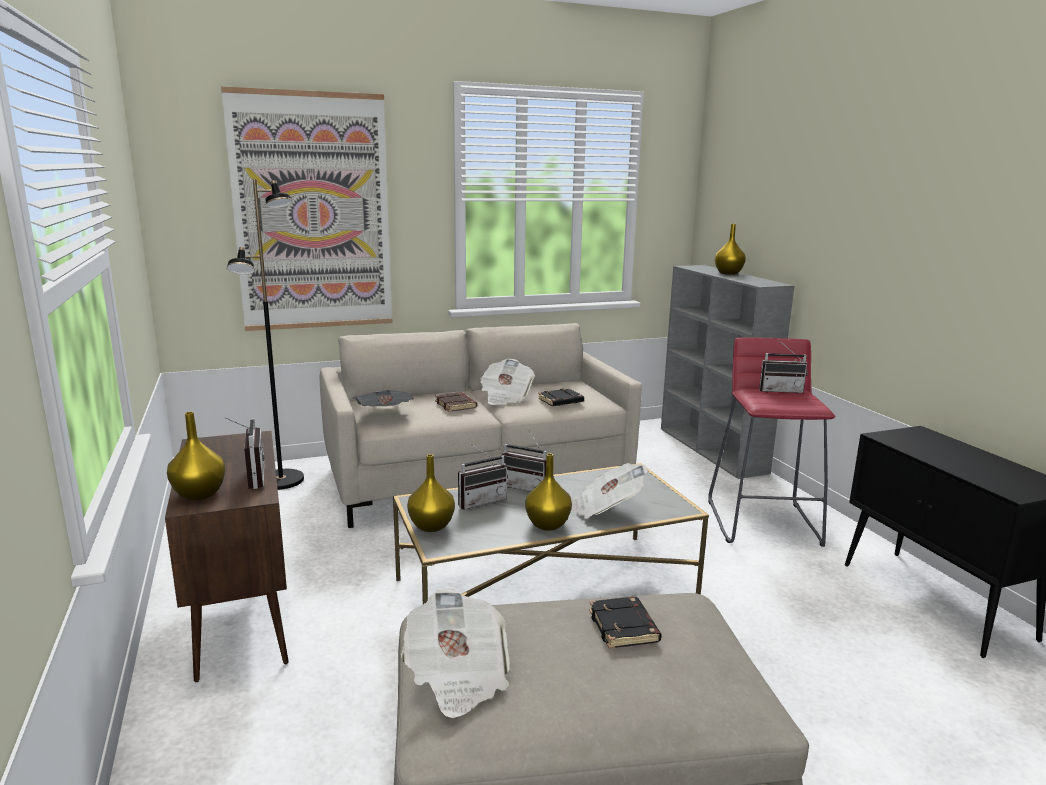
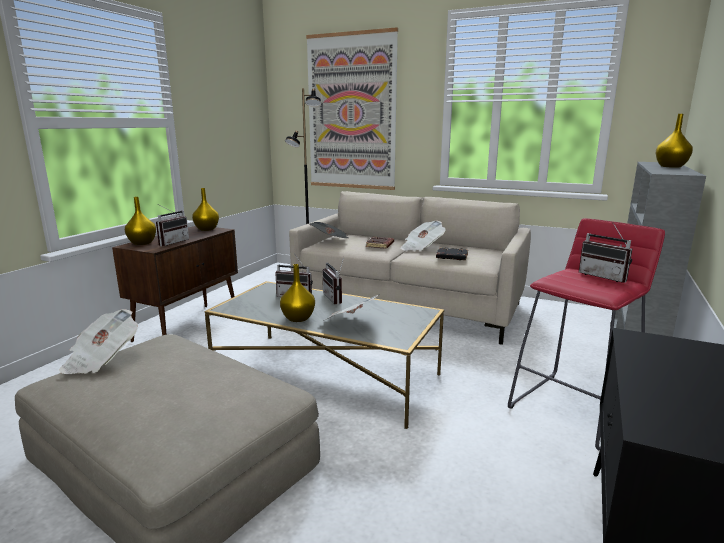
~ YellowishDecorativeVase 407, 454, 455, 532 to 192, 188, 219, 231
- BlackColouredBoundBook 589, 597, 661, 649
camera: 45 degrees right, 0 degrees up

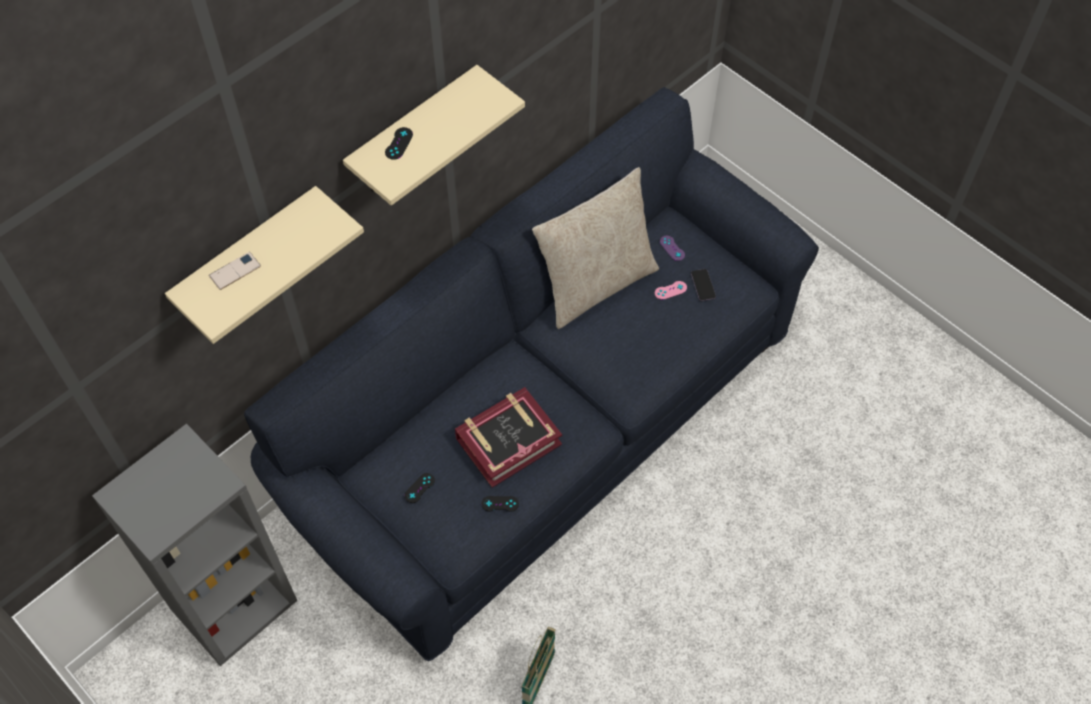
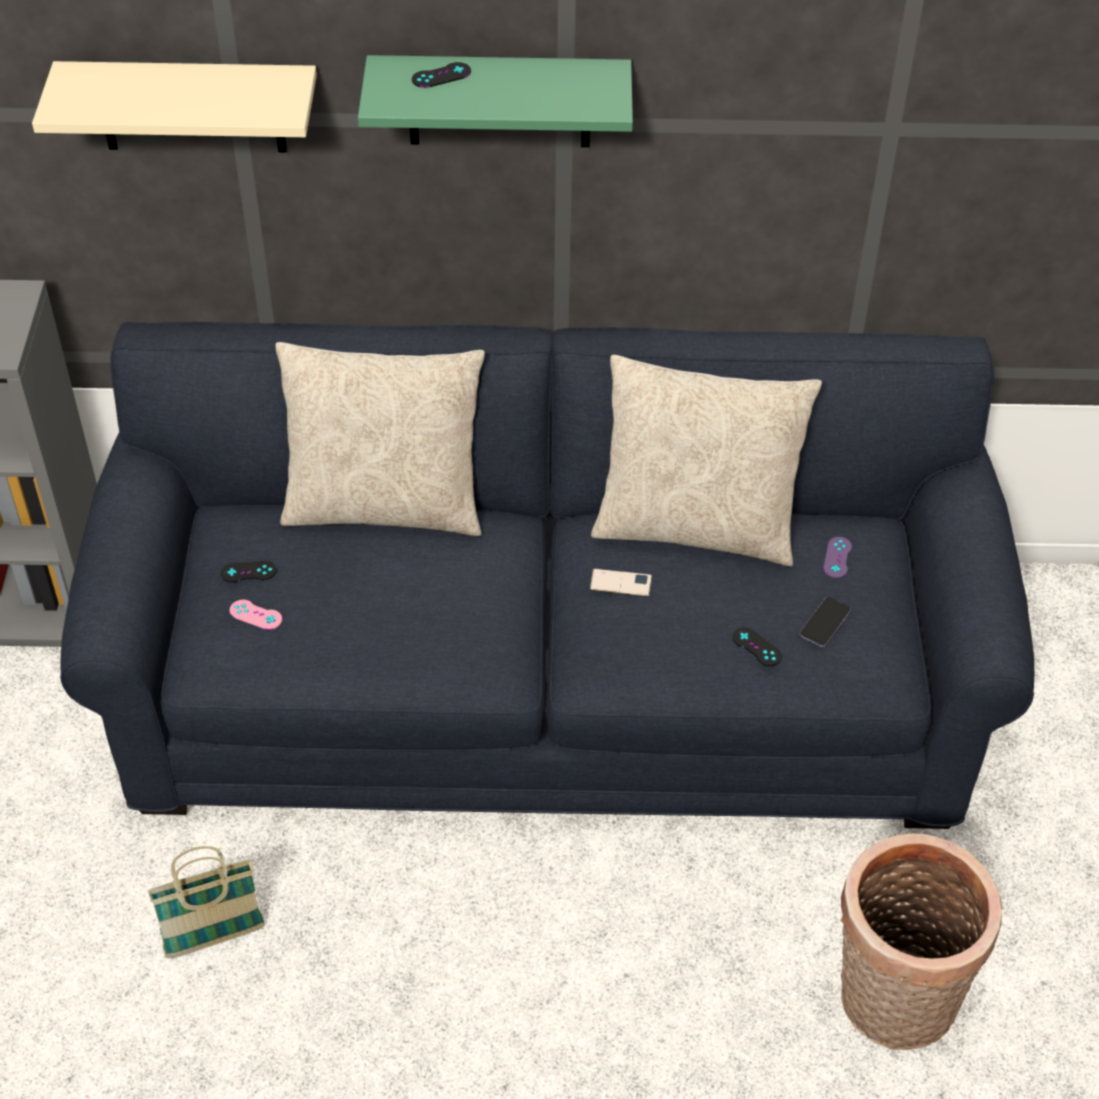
~ Phone 209, 252, 261, 290 to 590, 568, 652, 596
~ SandColouredShelf 343, 65, 525, 206 to GreenishShelf 358, 55, 633, 147
- BoundBook 455, 387, 562, 488
~ BlackColouredGamepad 481, 496, 519, 512 to 732, 627, 782, 666
~ PinkishGamepad 655, 281, 687, 300 to 230, 600, 282, 630
+ SandColouredThrowPillow 275, 342, 485, 536
+ Basket 841, 833, 1002, 1050
camera: 45 degrees right, 10 degrees down

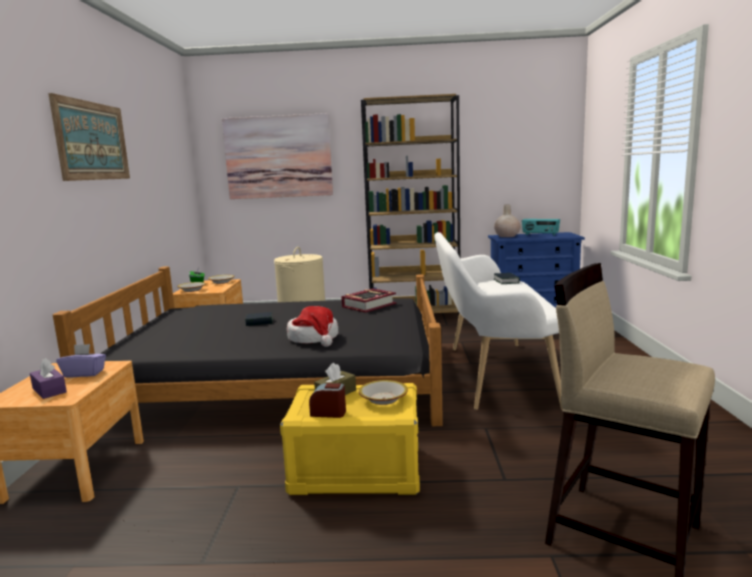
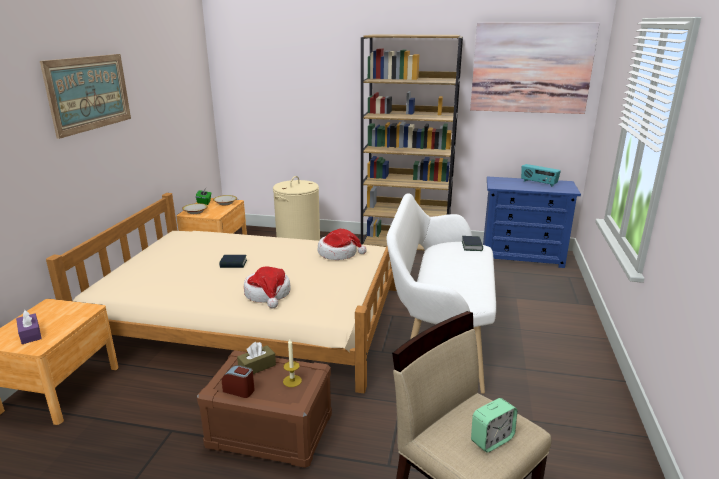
~ BlackColouredBedroomBed 53, 266, 443, 426 to SandColouredBedroomBed 46, 193, 396, 393
- PurplishBoxOfTissues 56, 344, 106, 378
~ WallArt 222, 113, 333, 199 to 470, 22, 600, 114
~ YellowishStorageBox 280, 383, 420, 495 to BrownColouredStorageBox 197, 350, 332, 468
~ BoundBook 341, 288, 396, 313 to WearableHat 317, 229, 366, 260
~ Bowl 359, 380, 408, 405 to WaxLight 283, 339, 302, 387
- SandColouredDecorativeVase 494, 205, 520, 237
+ TableClock 471, 398, 517, 453
camera: 10 degrees right, 10 degrees up

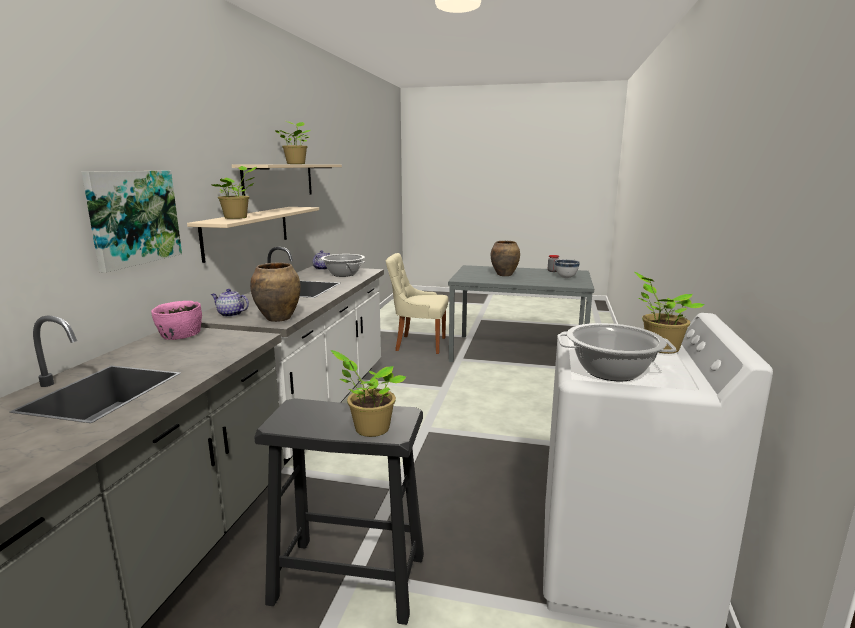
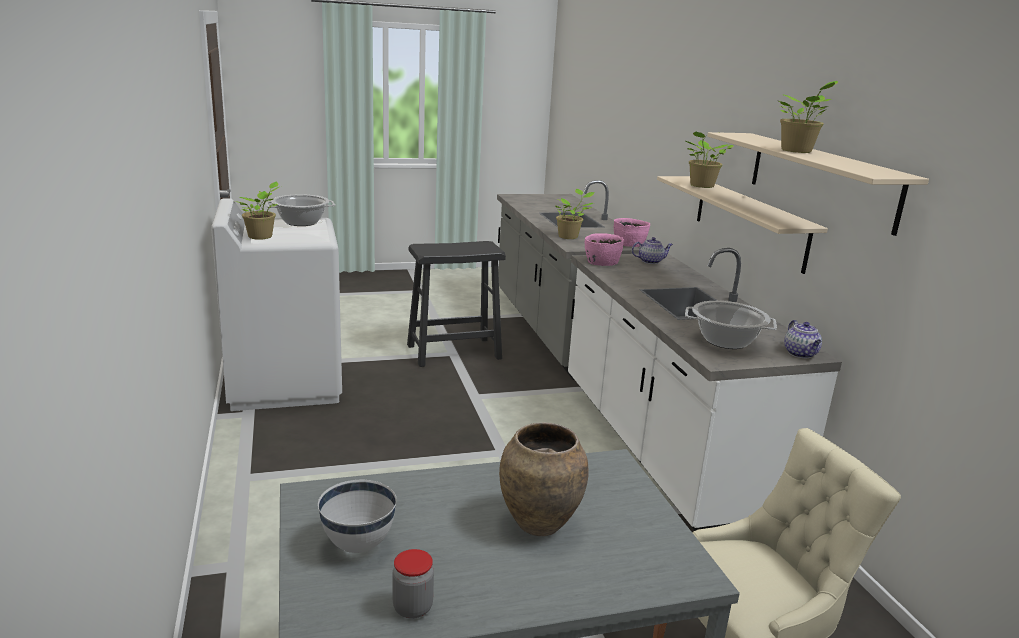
- WallArt 82, 171, 182, 273
~ BrownColouredDecorativeVase 250, 263, 301, 322 to PinkishBowl 585, 233, 624, 266
~ PottedPlant 331, 350, 406, 437 to 554, 189, 594, 239
camera: 150 degrees right, 5 degrees up

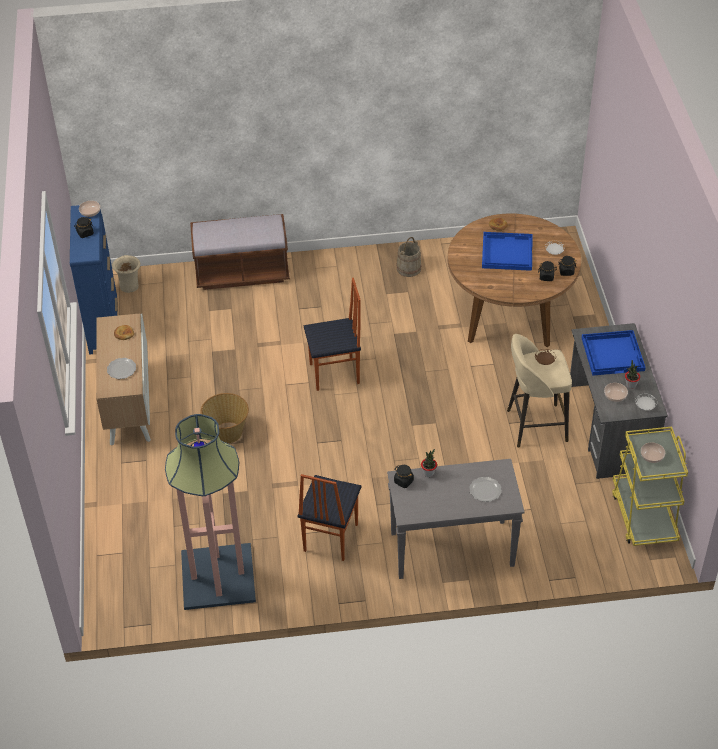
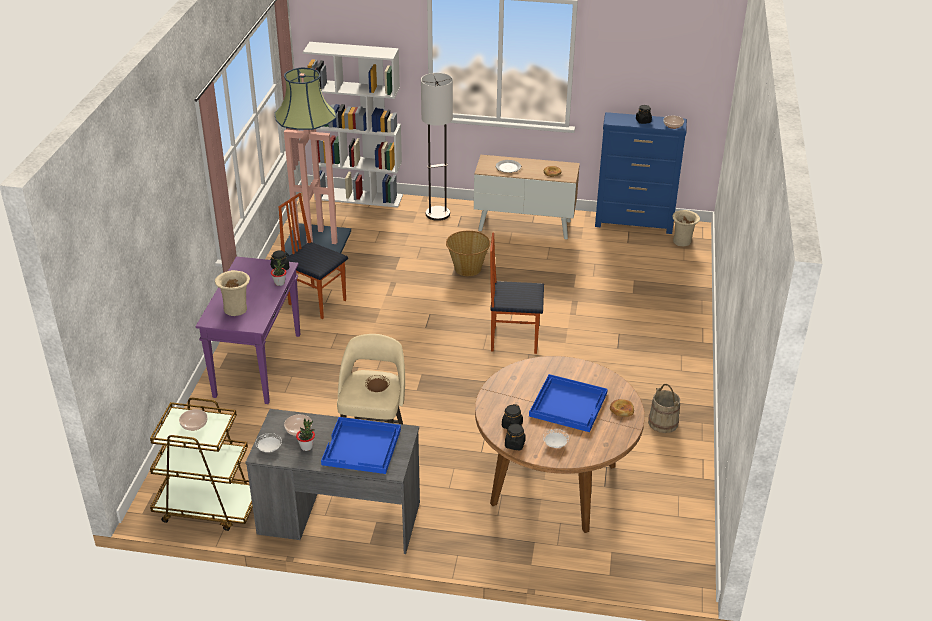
- BrownColouredLongSeat 190, 214, 290, 290
~ Chair 304, 278, 361, 391 = 490, 233, 544, 354 90 degrees clockwise
~ GreyNarrowTable 387, 459, 525, 579 to PurplishNarrowTable 195, 256, 300, 404
~ Plate 469, 477, 502, 502 to SandColouredDecorativeVase 215, 270, 250, 316
~ YellowishTrolley 612, 427, 688, 546 to BrownColouredTrolley 150, 398, 253, 531
+ WhitishBookcase 303, 42, 403, 208
+ StandingLamp 421, 73, 453, 221
camera: 105 degrees right, 10 degrees down

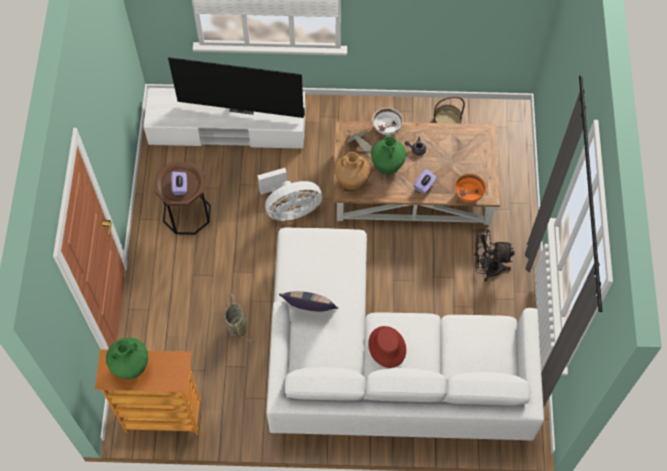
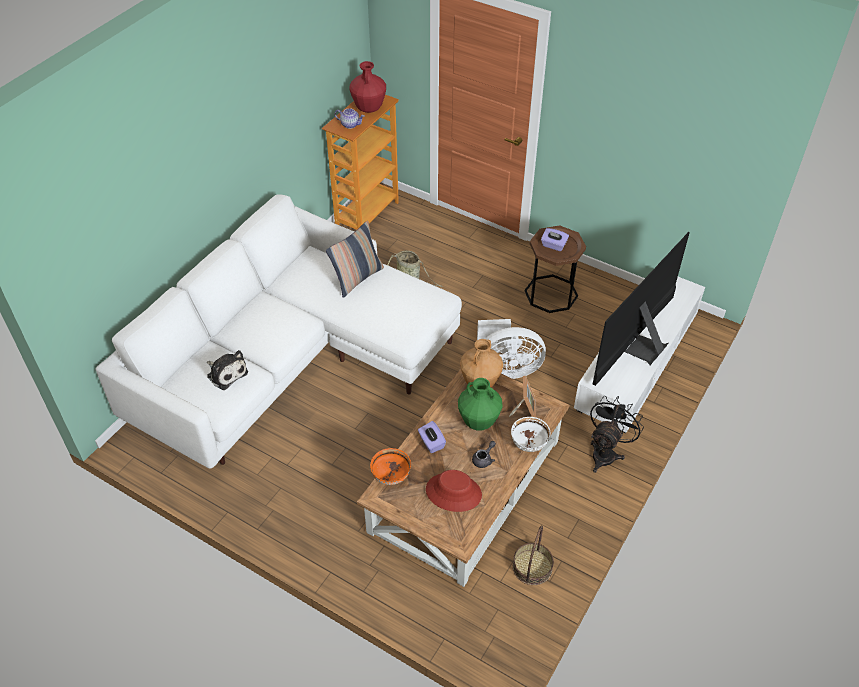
~ GreenishDecorativeVase 106, 337, 148, 379 to ReddishDecorativeVase 349, 61, 386, 113
~ WhitishCoolingFan 257, 168, 322, 221 = 477, 319, 546, 379 105 degrees counterclockwise
~ ReddishWearableHat 368, 326, 406, 368 to 426, 470, 482, 512
~ BlackColouredCoolingFan 474, 229, 514, 282 to 590, 396, 644, 473
+ PlushToy 207, 350, 248, 390
+ PotForTea 335, 108, 364, 129
camera: 120 degrees right, 15 degrees down

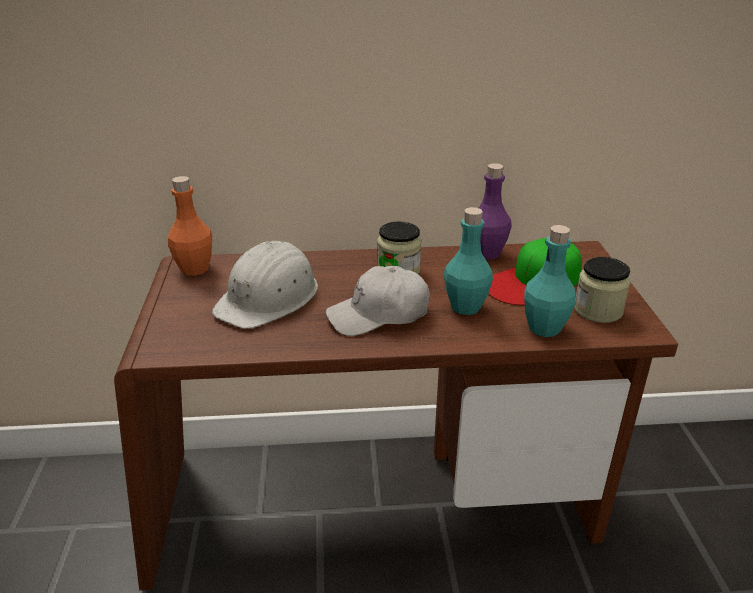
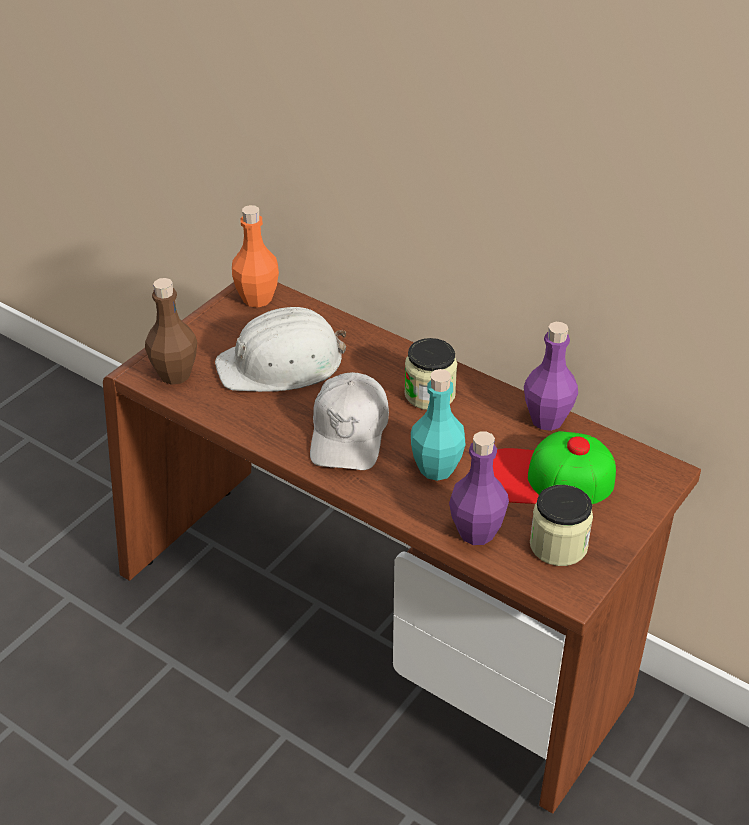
~ WhitishPeakedCap 326, 266, 430, 336 = 310, 372, 389, 470 105 degrees counterclockwise
~ BlueGreenDrinkBottle 524, 225, 575, 337 to PurplishDrinkBottle 449, 431, 509, 545
+ BrownColouredDrinkBottle 145, 278, 197, 385
camera: 40 degrees right, 10 degrees up

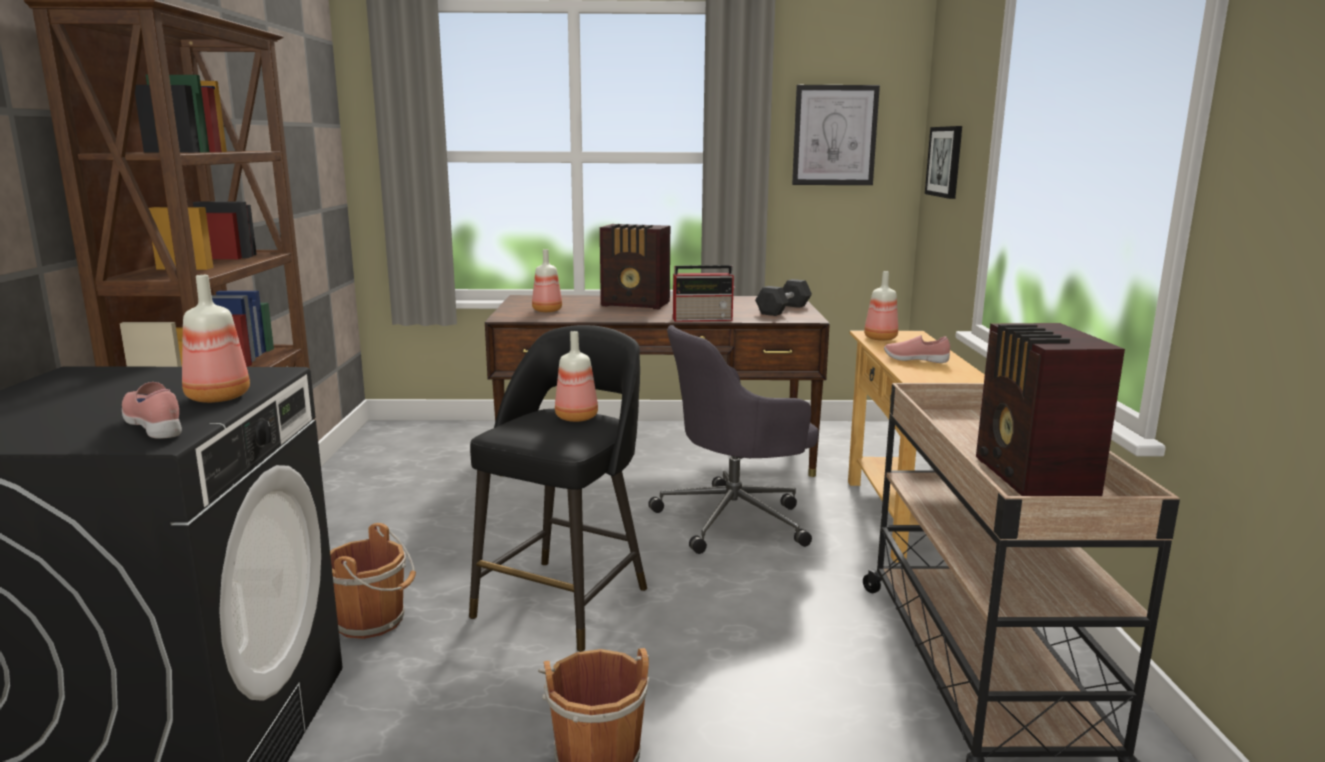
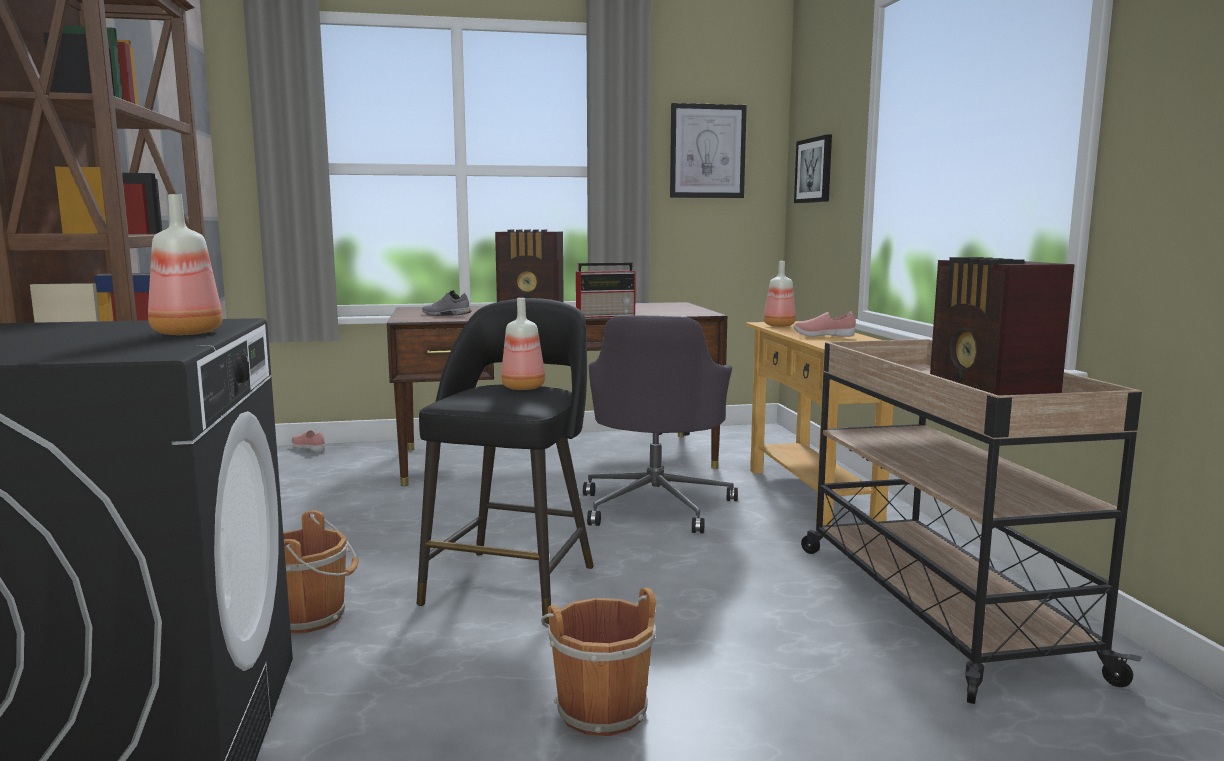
~ PinkishShoe 122, 382, 182, 438 to 292, 430, 325, 452
~ DrinkBottle 532, 249, 562, 312 to GreyShoe 422, 290, 471, 316
~ GreyOfficeChair 648, 325, 819, 554 = 583, 316, 738, 533 45 degrees counterclockwise
- BlackColouredDumbbell 755, 279, 812, 316
camera: 10 degrees left, 5 degrees down

